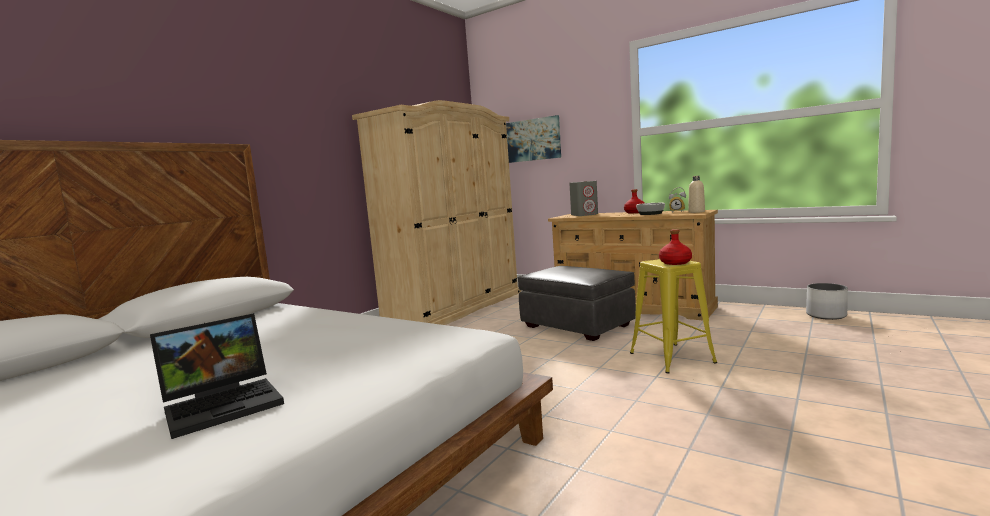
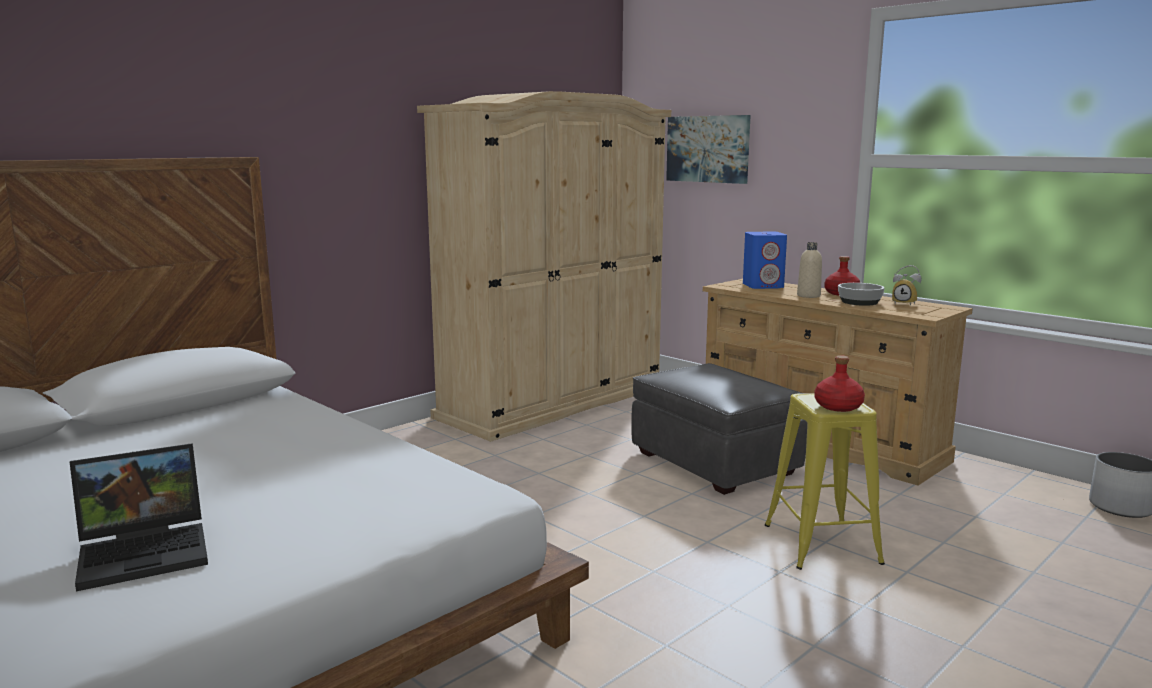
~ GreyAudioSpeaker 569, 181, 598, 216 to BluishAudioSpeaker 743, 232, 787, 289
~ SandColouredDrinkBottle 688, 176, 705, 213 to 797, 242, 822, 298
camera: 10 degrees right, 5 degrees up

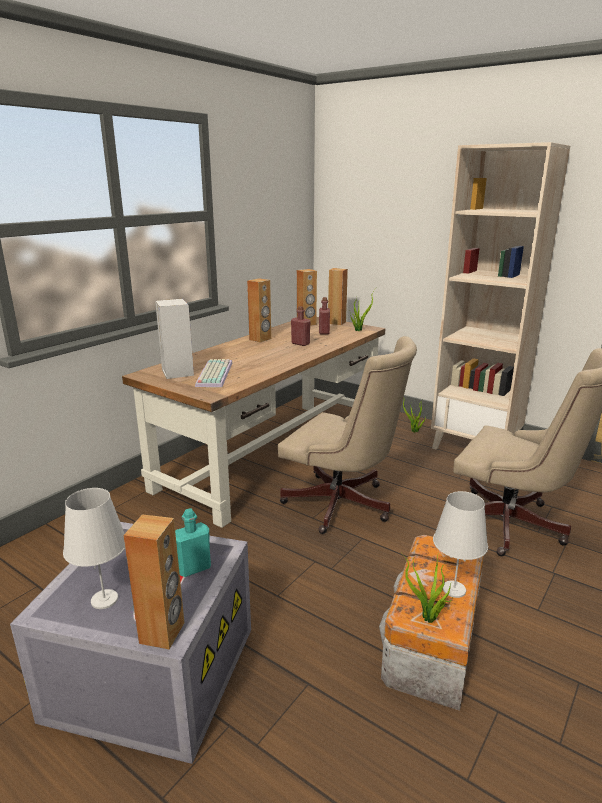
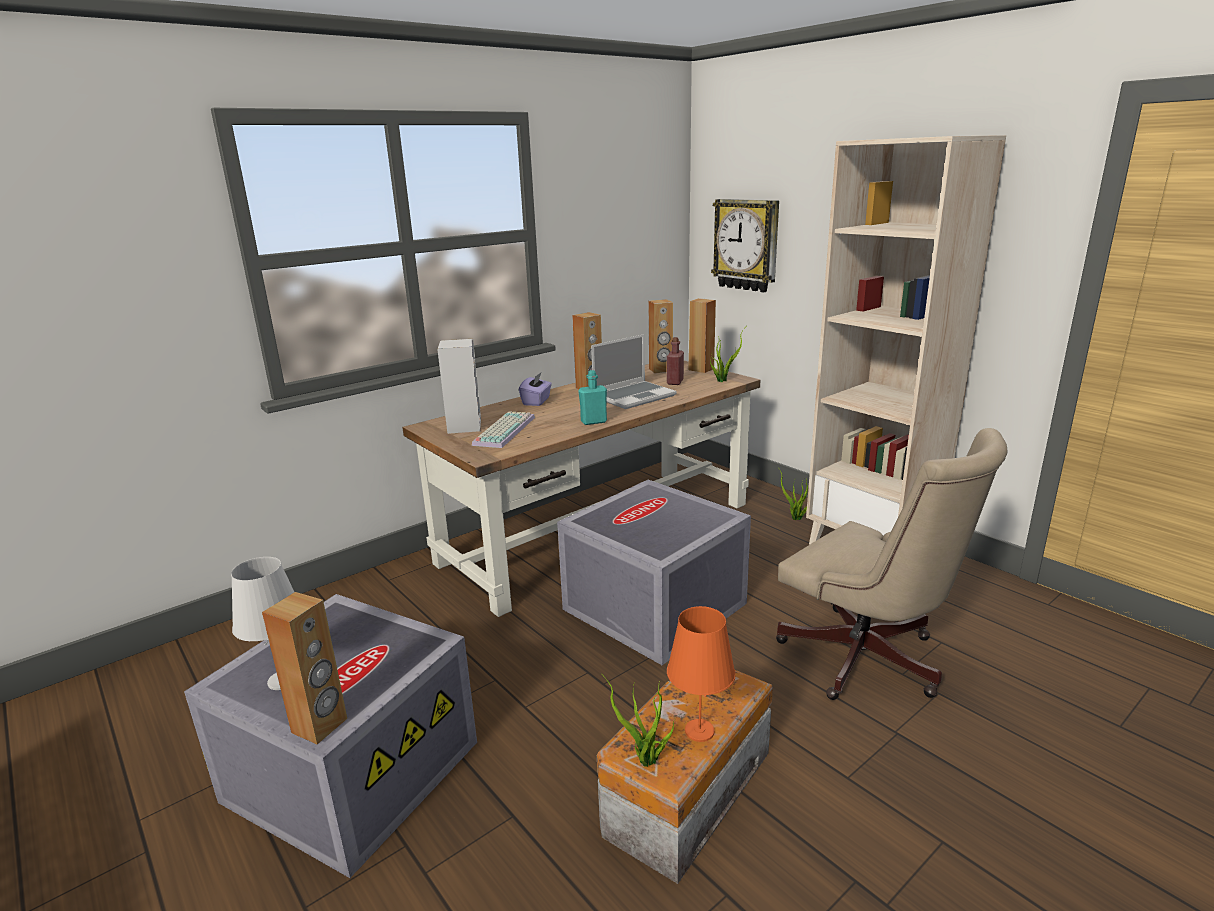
~ BlueGreenDrinkBottle 175, 508, 211, 577 to 578, 370, 607, 425
~ SandColouredOfficeChair 278, 336, 417, 534 to GreyStorageBox 557, 480, 751, 665
~ ReddishDrinkBottle 291, 306, 311, 346 to Laptop 591, 334, 677, 409
~ WhitishLampForATable 433, 491, 488, 598 to OrangeyLampForATable 667, 606, 736, 742
+ PurplishBoxOfTissues 519, 372, 552, 406
+ ClockOnTheWall 711, 199, 779, 292
camera: 15 degrees right, 0 degrees up

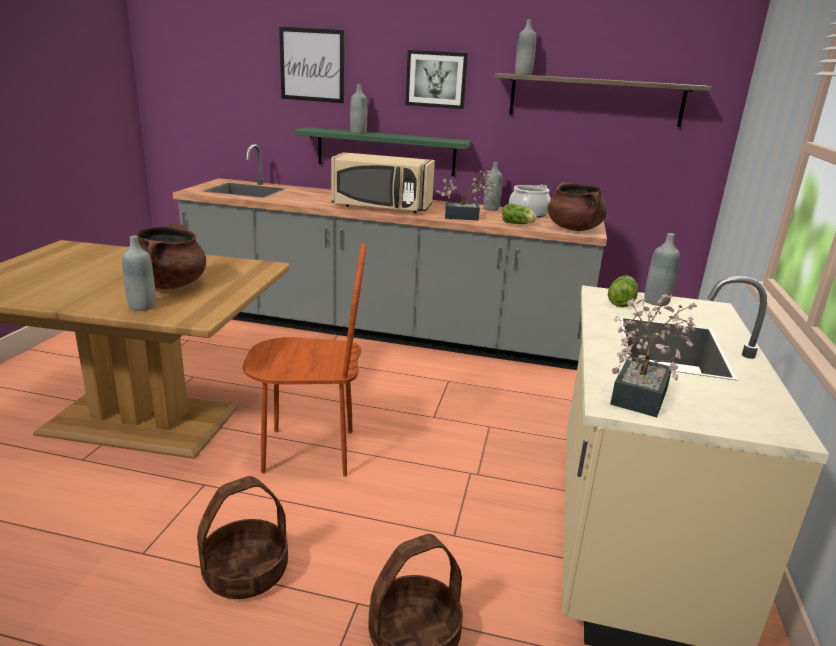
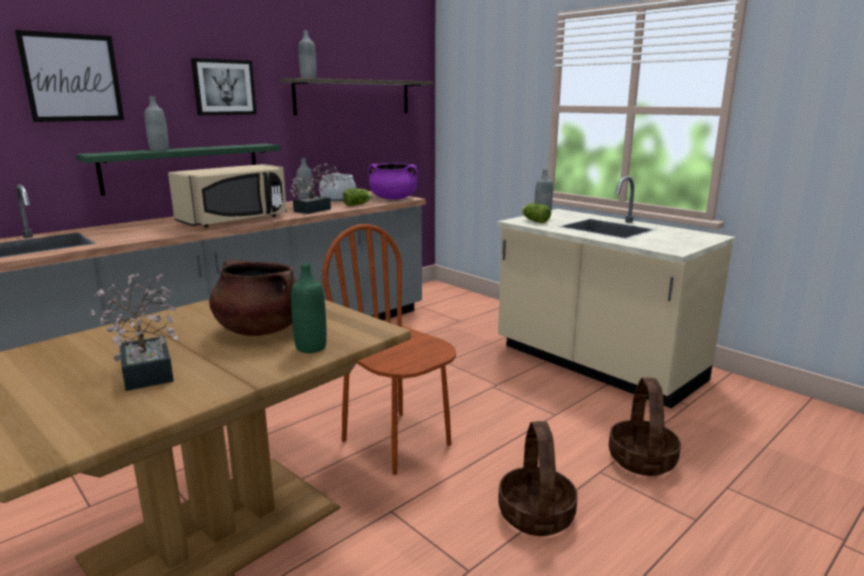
~ GreyDrinkBottle 122, 236, 156, 311 to GreenishDrinkBottle 291, 263, 327, 353
~ BrownColouredChair 243, 243, 366, 477 = 322, 224, 456, 475 75 degrees counterclockwise
~ BrownColouredStockpot 548, 182, 607, 231 to PurplishStockpot 368, 163, 418, 200
~ PottedPlant 610, 294, 697, 417 to 91, 273, 179, 391
camera: 55 degrees left, 5 degrees down

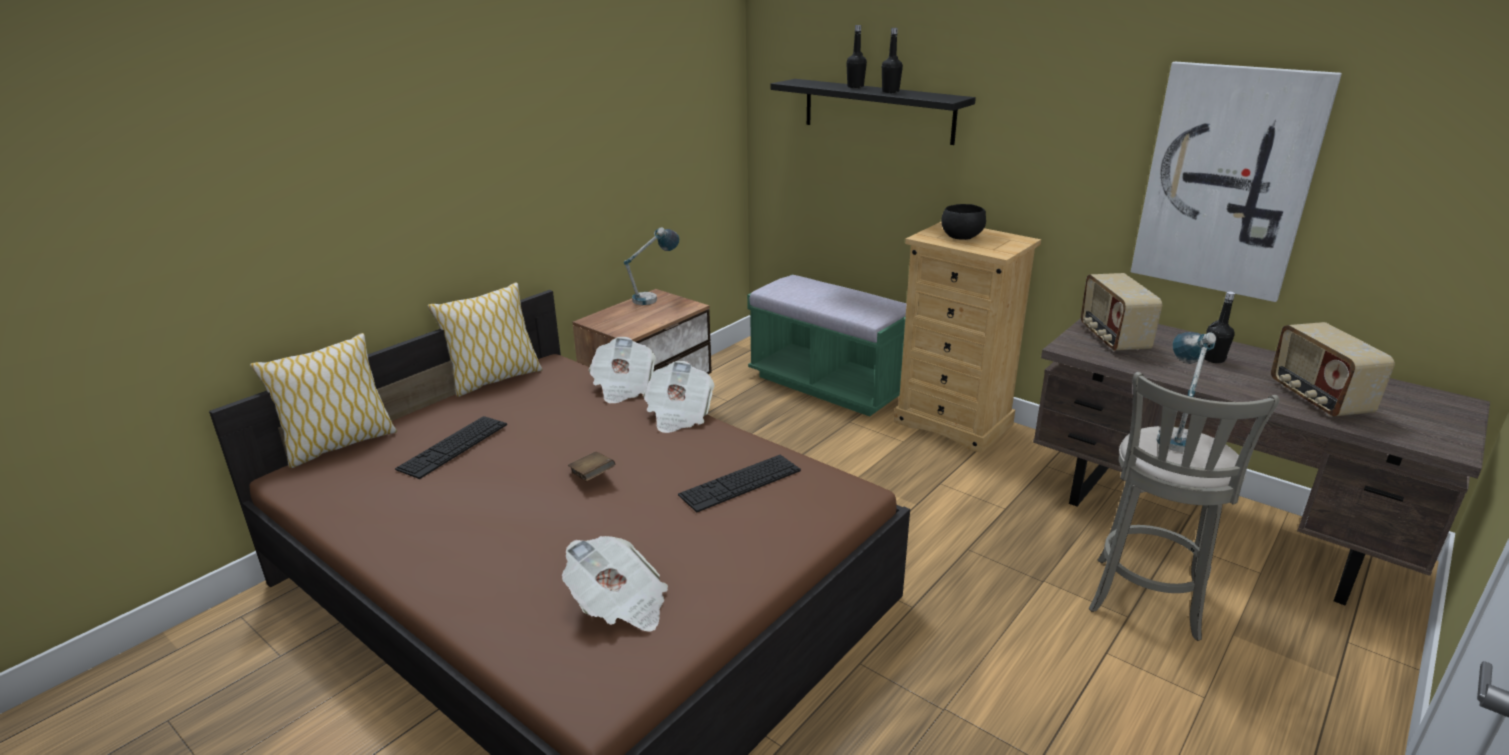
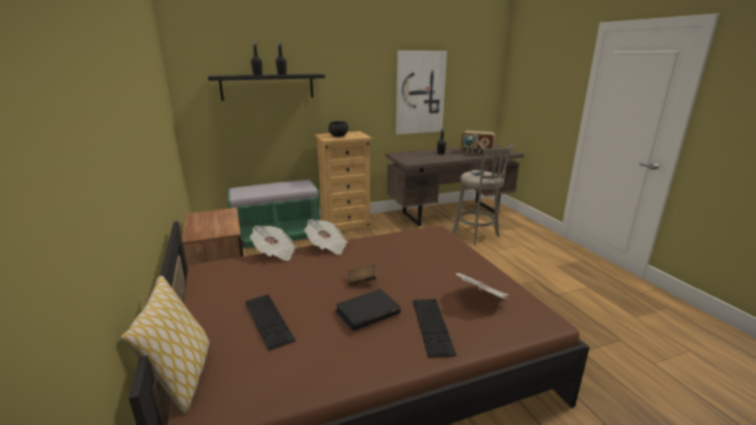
- ThrowPillow 427, 282, 543, 397
- LampForATable 624, 227, 679, 305
~ ComputerKeyboard 678, 455, 801, 512 to 413, 299, 456, 358
- RadioReceiver 1081, 273, 1162, 351
+ BlackColouredBoundBook 335, 289, 401, 331
camera: 60 degrees left, 5 degrees down

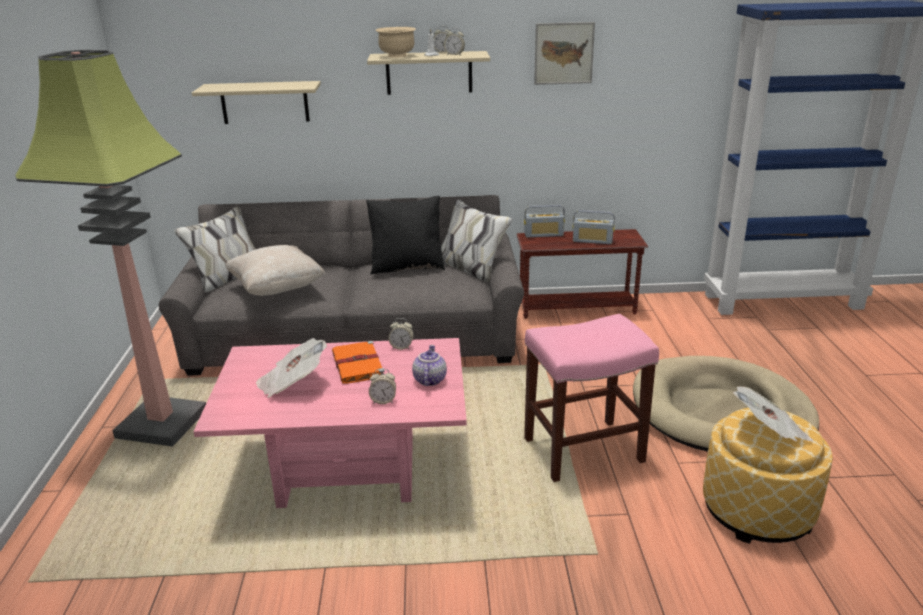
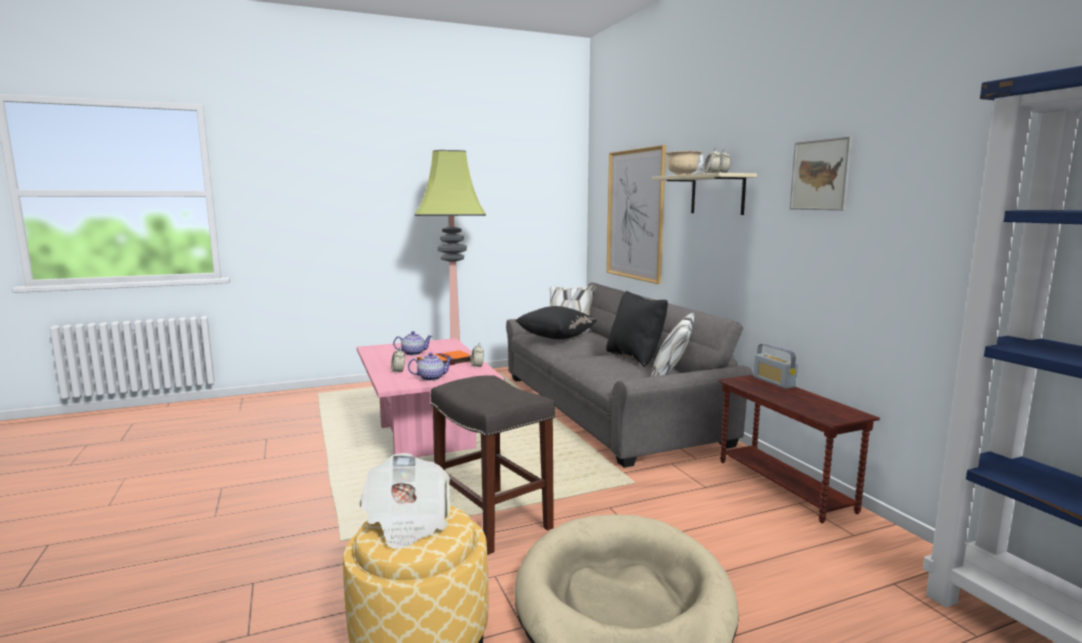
~ SandColouredShelf 192, 81, 321, 124 to WallArt 607, 145, 666, 284
~ SandColouredThrowPillow 225, 245, 326, 296 to BlackColouredThrowPillow 516, 306, 597, 339
~ PrintedPaper 256, 338, 327, 398 to PotForTea 393, 331, 432, 355
~ PinkishStoolSeat 524, 314, 659, 482 to GreyStoolSeat 430, 375, 555, 555
- RadioReceiver 573, 210, 615, 244
camera: 70 degrees right, 15 degrees down

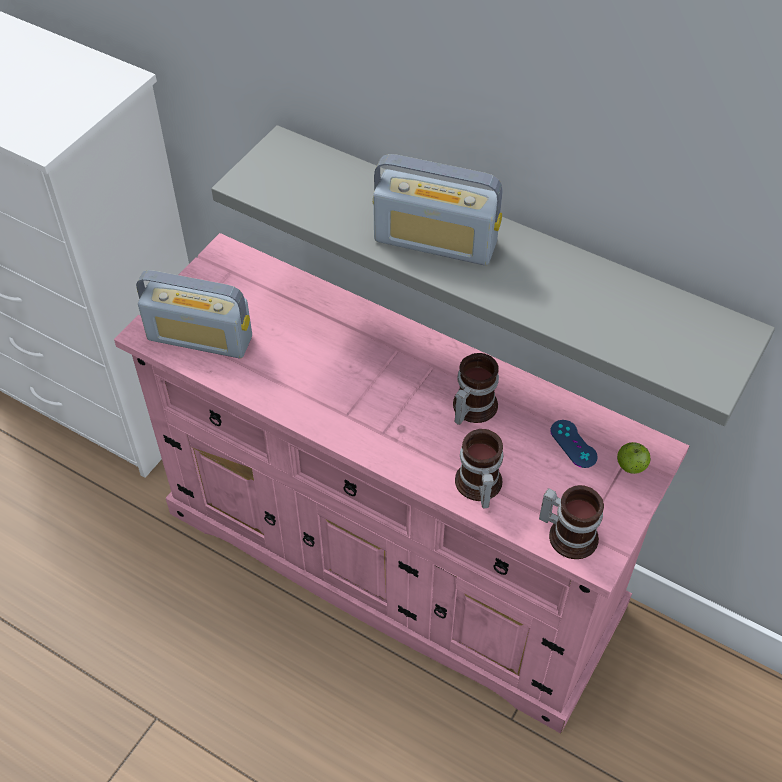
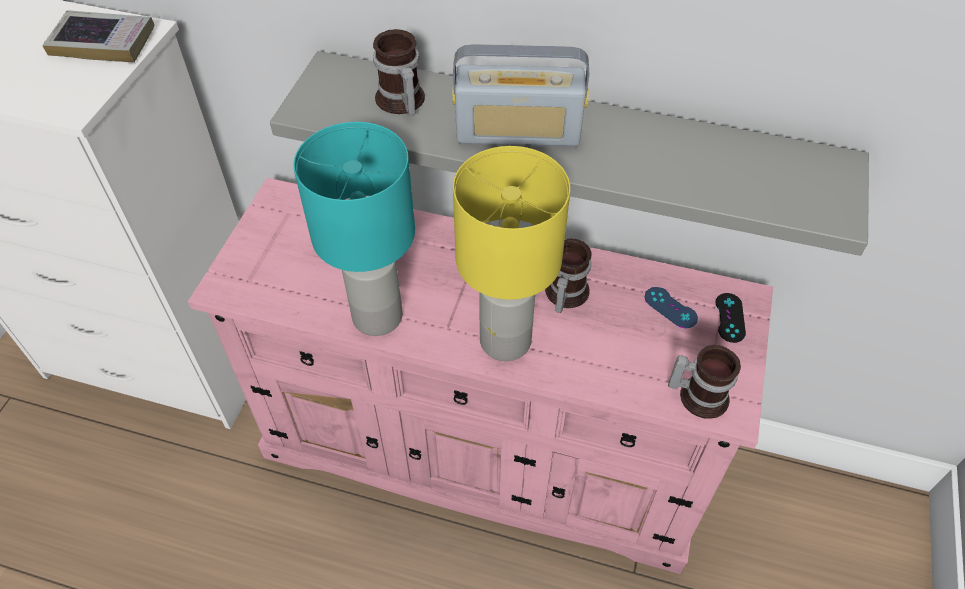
- RadioReceiver 136, 270, 252, 359
~ Mug 455, 429, 503, 508 to 373, 29, 425, 116
~ AppleFruit 617, 442, 651, 474 to BlackColouredGamepad 716, 293, 746, 343
+ BoundBook 42, 10, 155, 63
+ BlueGreenLampForATable 293, 122, 415, 336
+ YellowishLampForATable 453, 146, 570, 361
camera: 15 degrees left, 0 degrees up

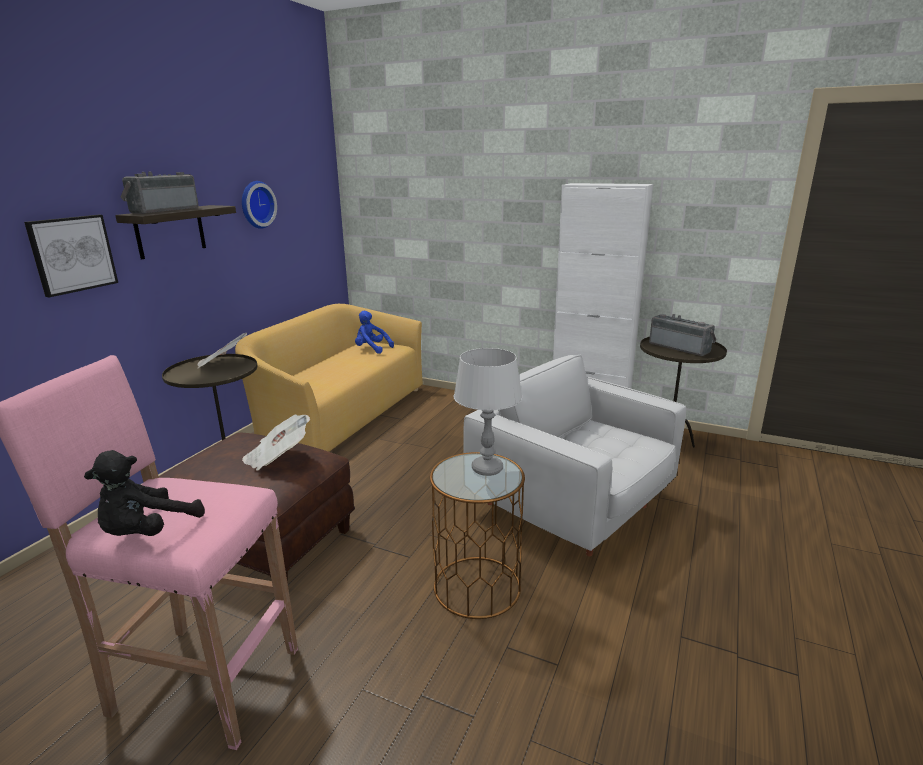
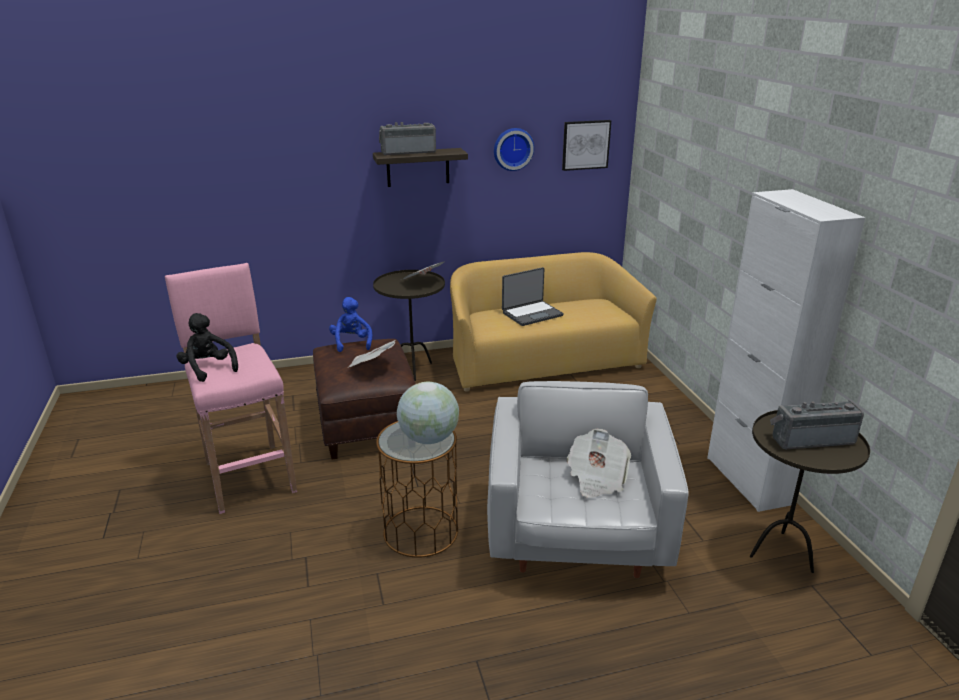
~ WallArt 24, 215, 118, 297 to 562, 120, 611, 171
~ BlackColouredPlushToy 84, 450, 205, 536 = 176, 313, 238, 382 60 degrees clockwise
~ BluishPlushToy 355, 311, 394, 354 to 329, 297, 372, 352
~ GreyLampForATable 454, 348, 522, 476 to Globe 397, 382, 459, 444
~ RadioReceiver 649, 314, 716, 356 = 770, 401, 864, 449 105 degrees counterclockwise
+ Laptop 502, 267, 564, 326
+ PrintedPaper 567, 429, 631, 498
camera: 50 degrees right, 5 degrees up

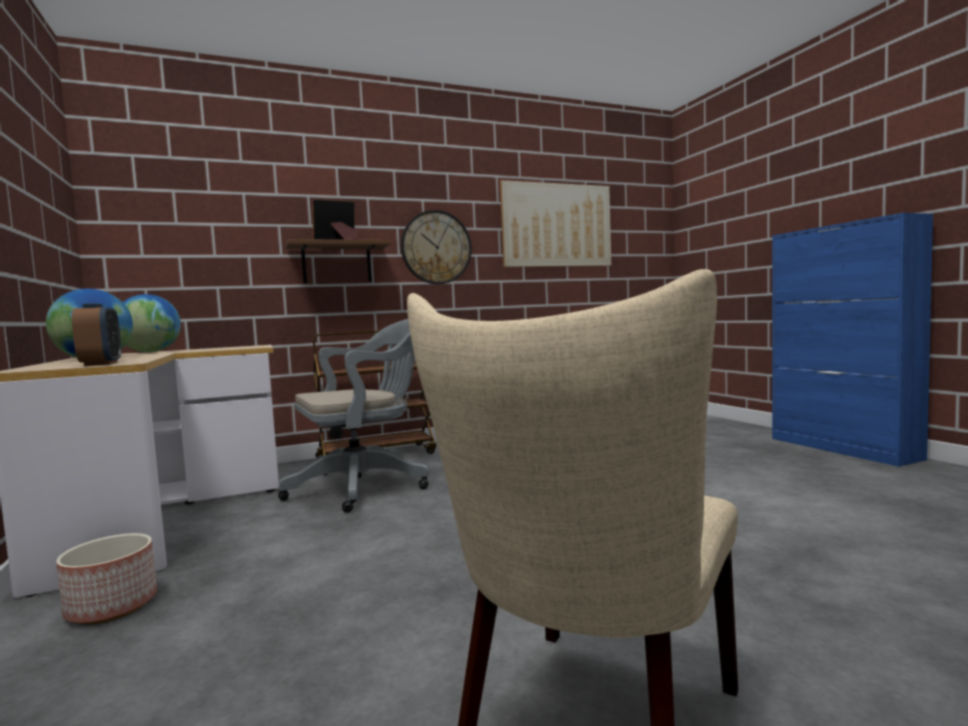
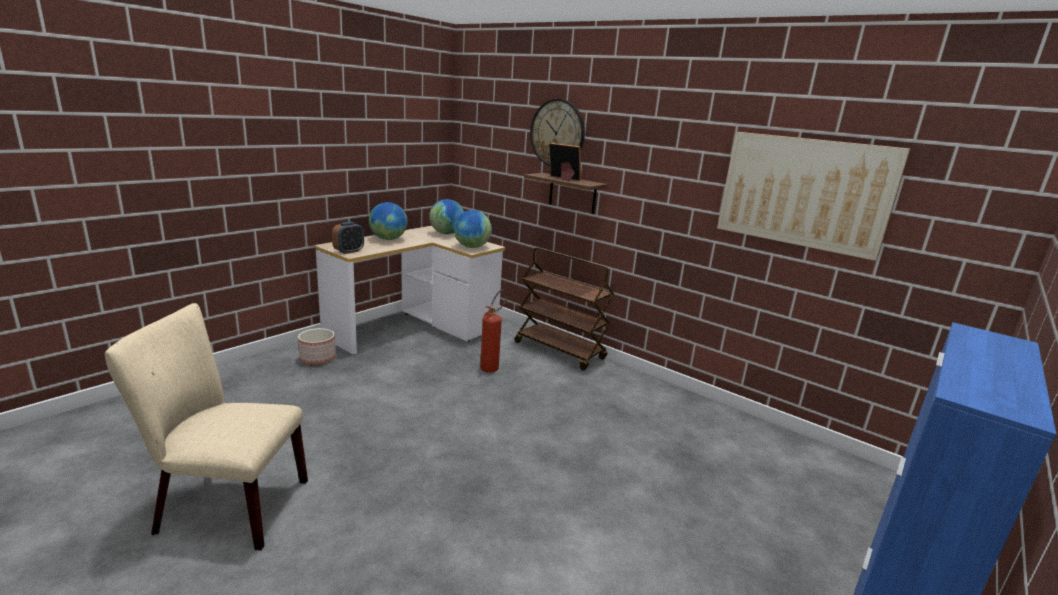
~ GreyOfficeChair 278, 319, 429, 513 to FireFightingCylinder 480, 290, 507, 373
~ ClockOnTheWall 401, 210, 472, 284 to 530, 99, 585, 166
+ Globe 454, 210, 492, 248
camera: 60 degrees right, 15 degrees up

